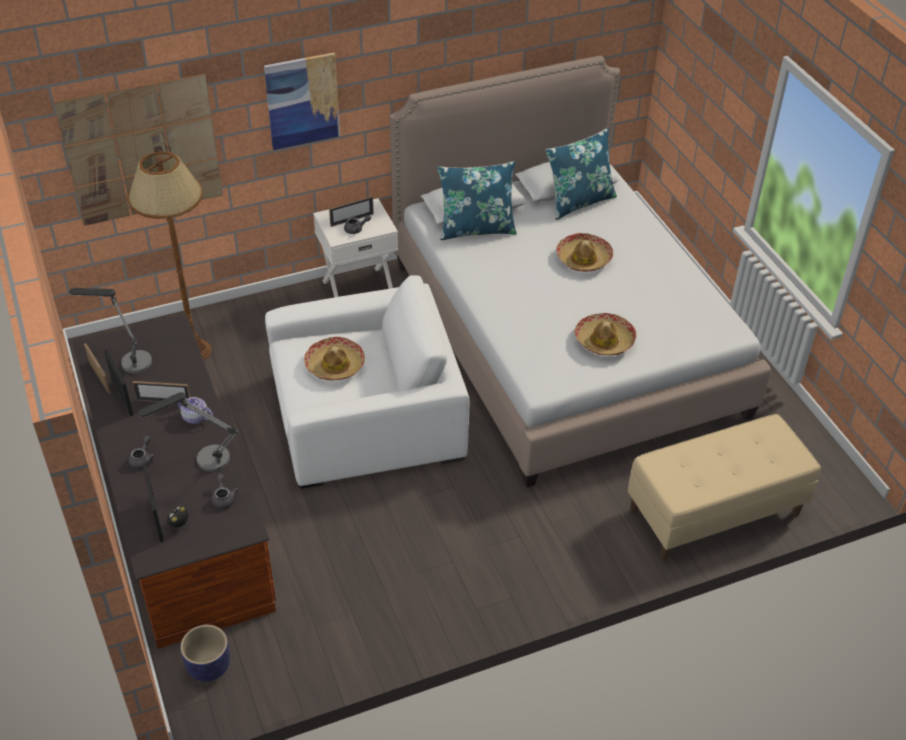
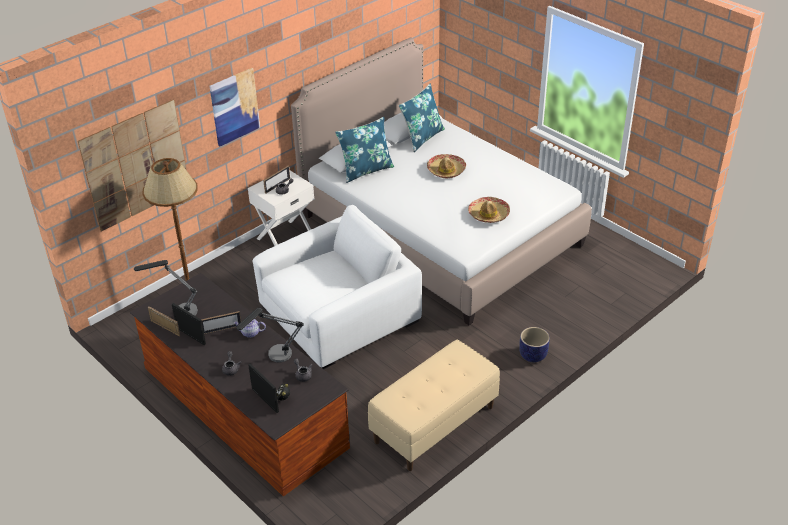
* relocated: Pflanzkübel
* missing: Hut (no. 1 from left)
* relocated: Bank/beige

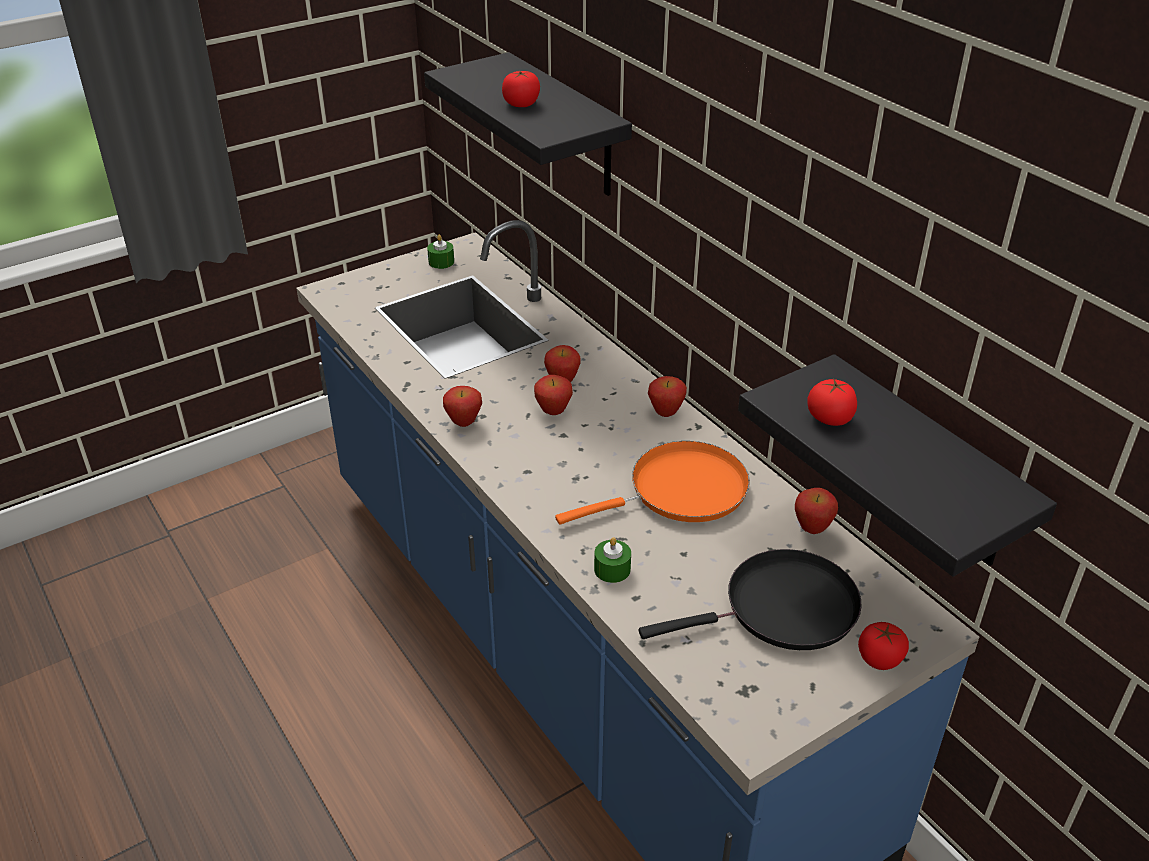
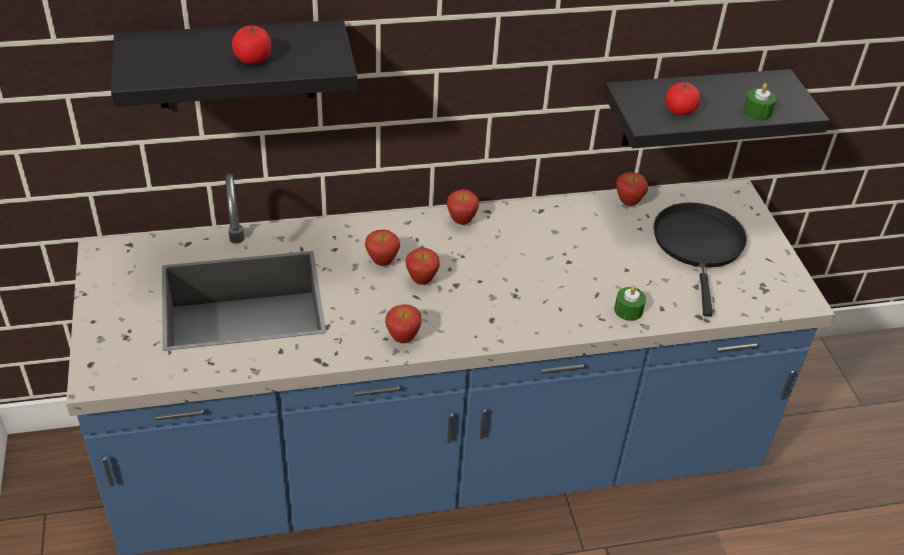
* relocated: Kerze/grün (no. 1 from left in the first image) to Kerze/grün (no. 2 from left)
* missing: Pfanne/orange
* missing: Tomate (no. 3 from left)

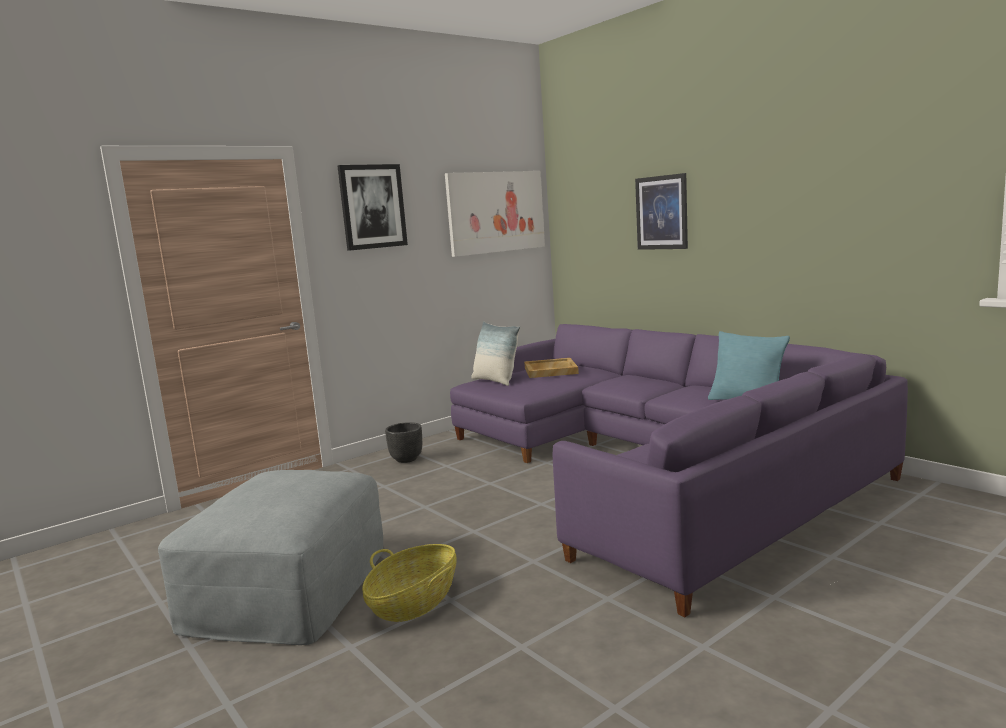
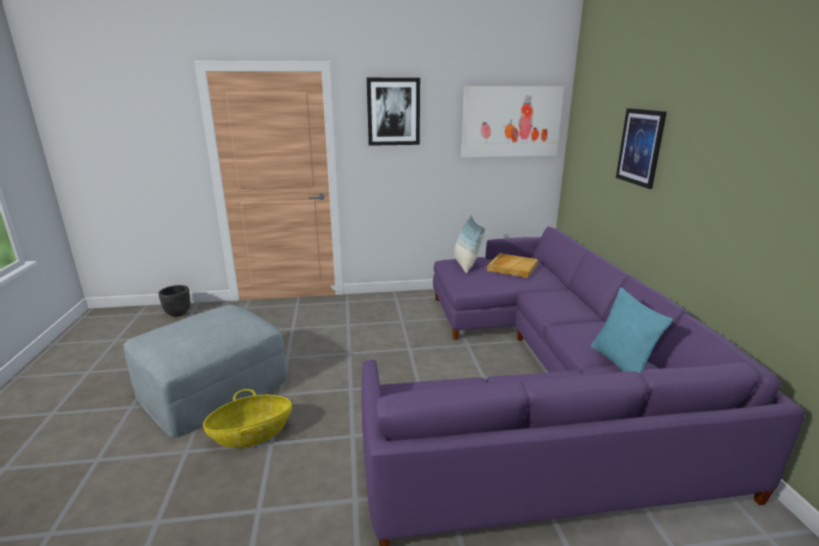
* relocated: Pflanzkübel/schwarz

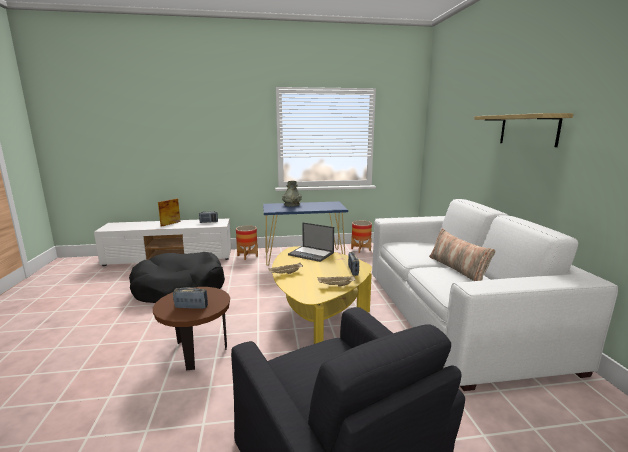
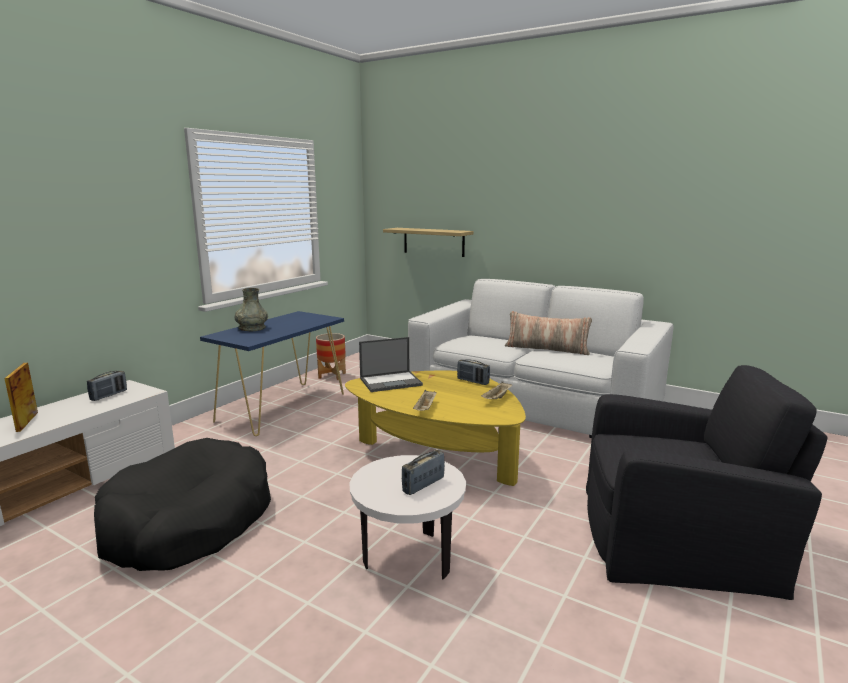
* colour: Beistelltisch/braun to Beistelltisch/weiß
* missing: Pflanzkübel (no. 1 from left)
* relocated: Wandregal

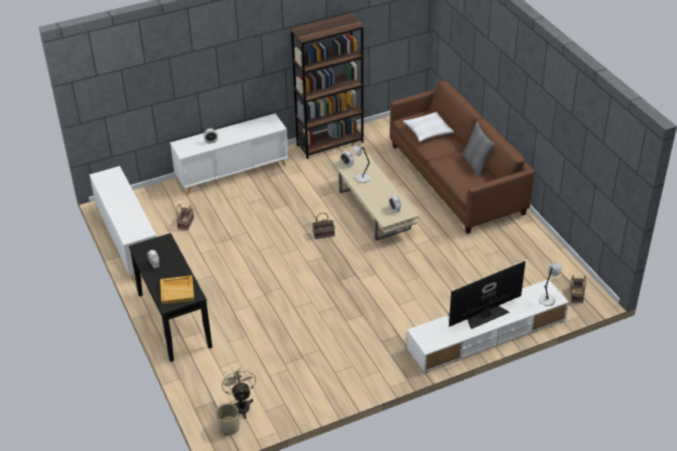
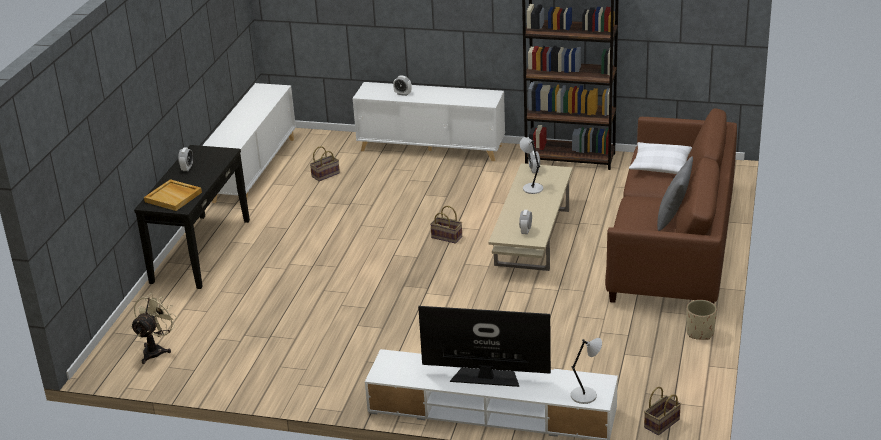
* relocated: Pflanzkübel/beige

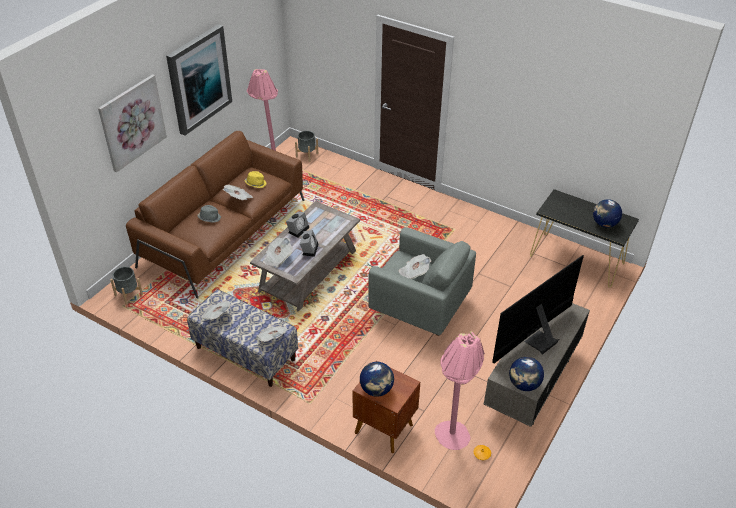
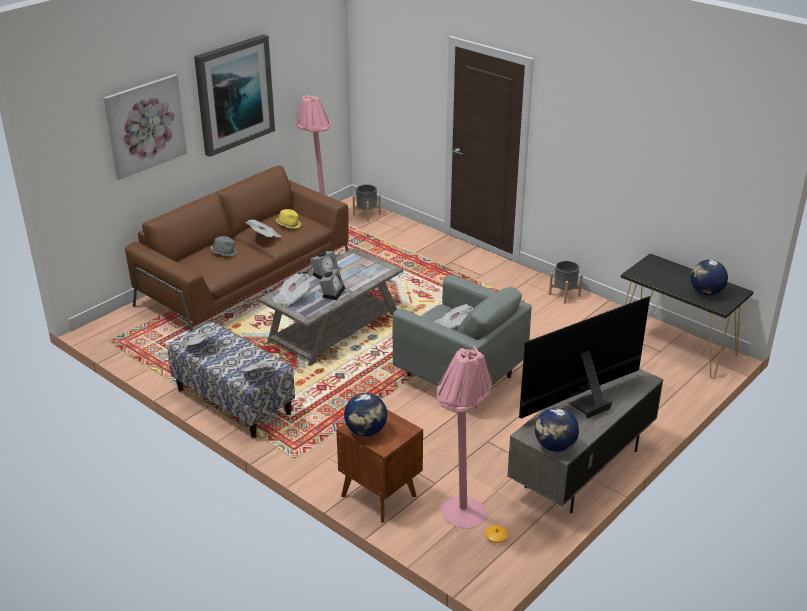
* relocated: Pflanzkübel/grau (no. 1 from left in the first image) to Pflanzkübel/grau (no. 2 from left)

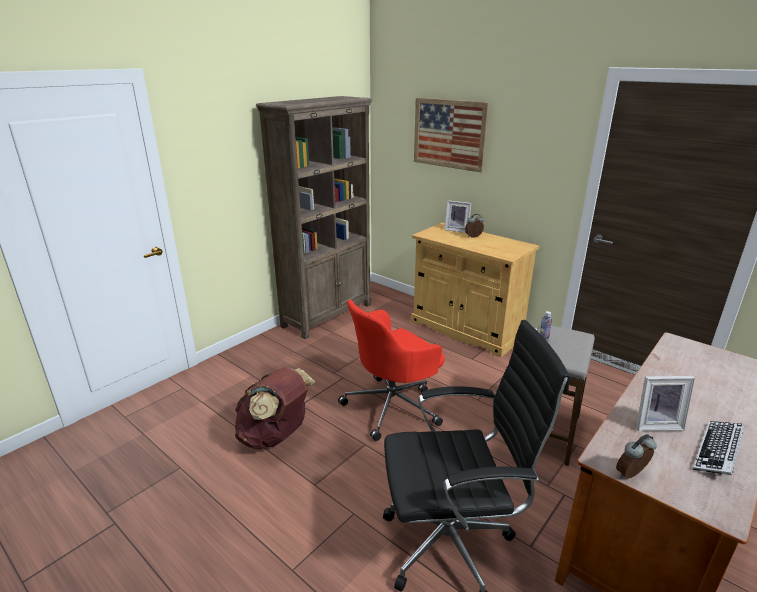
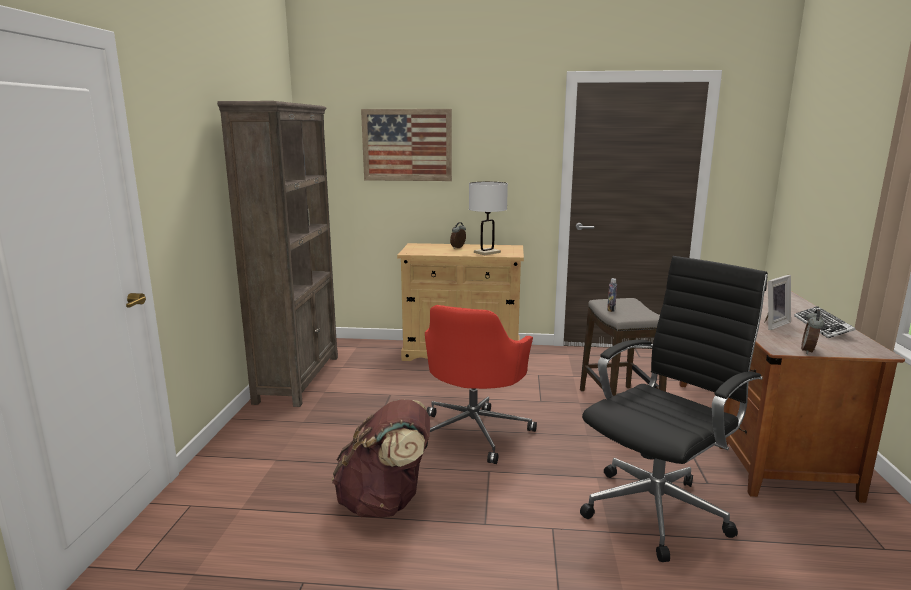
* missing: Bilderrahmen (no. 1 from left)
* appeared: Tischlampe/weiß

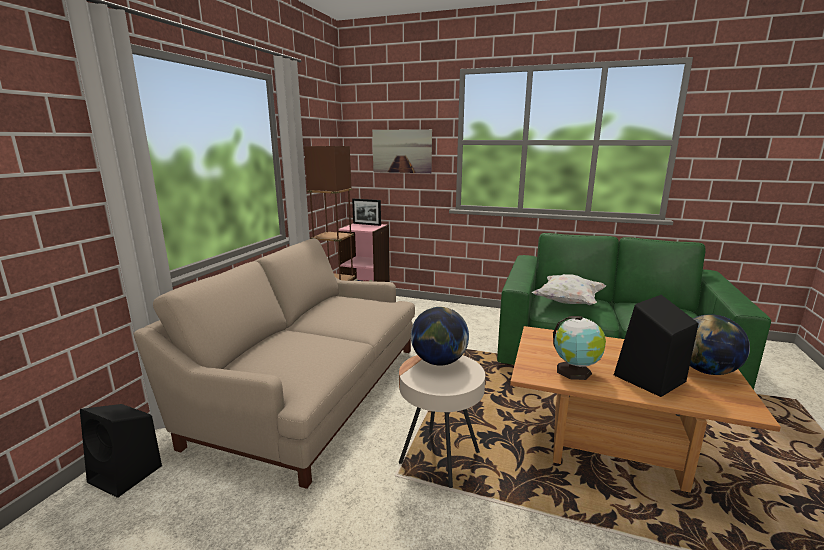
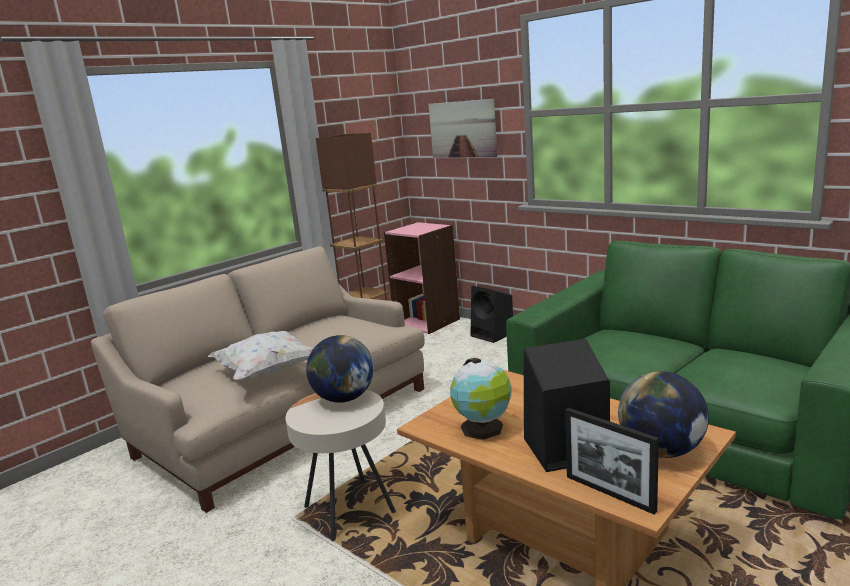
* relocated: Lautsprecher/schwarz (no. 1 from left)
* relocated: Bilderrahmen
* relocated: Kissen/weiß

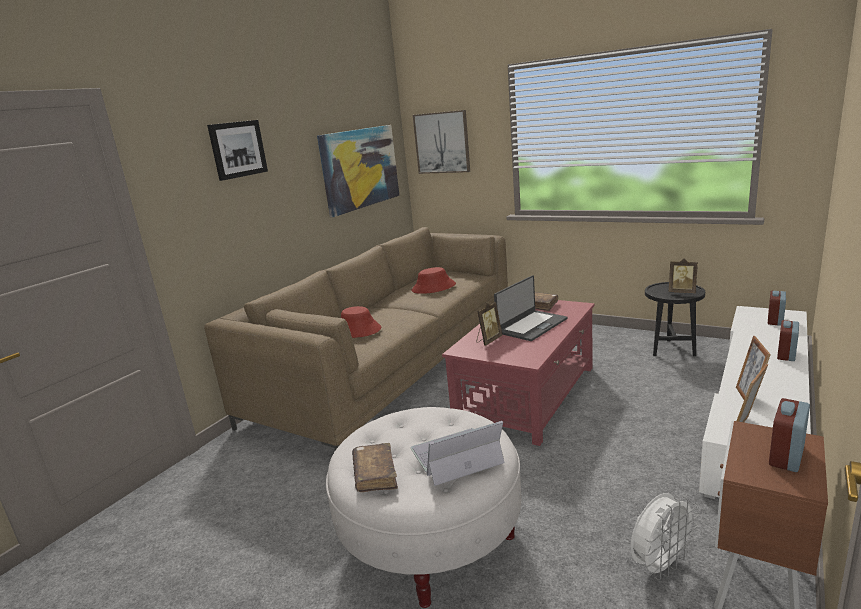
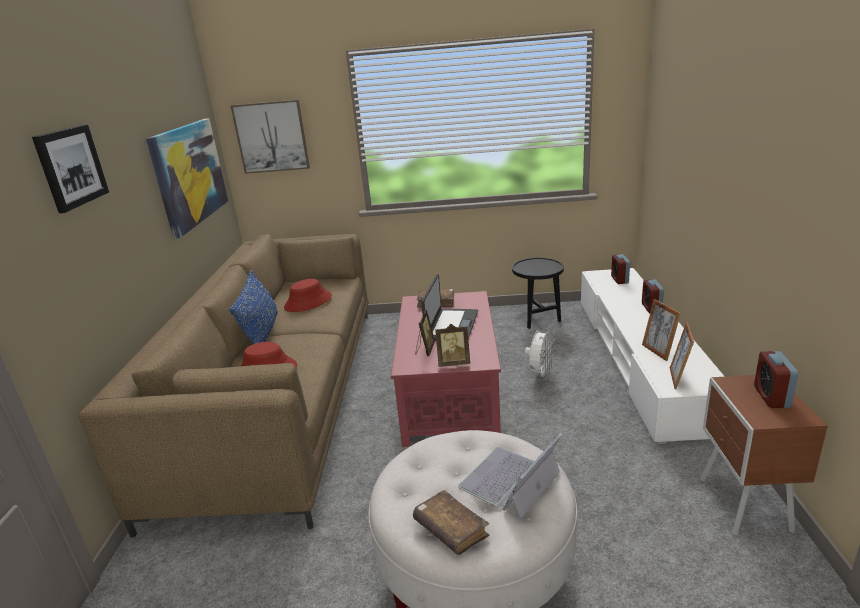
* relocated: Ventilator/weiß
* relocated: Bilderrahmen (no. 2 from left)
* appeared: Kissen/blau

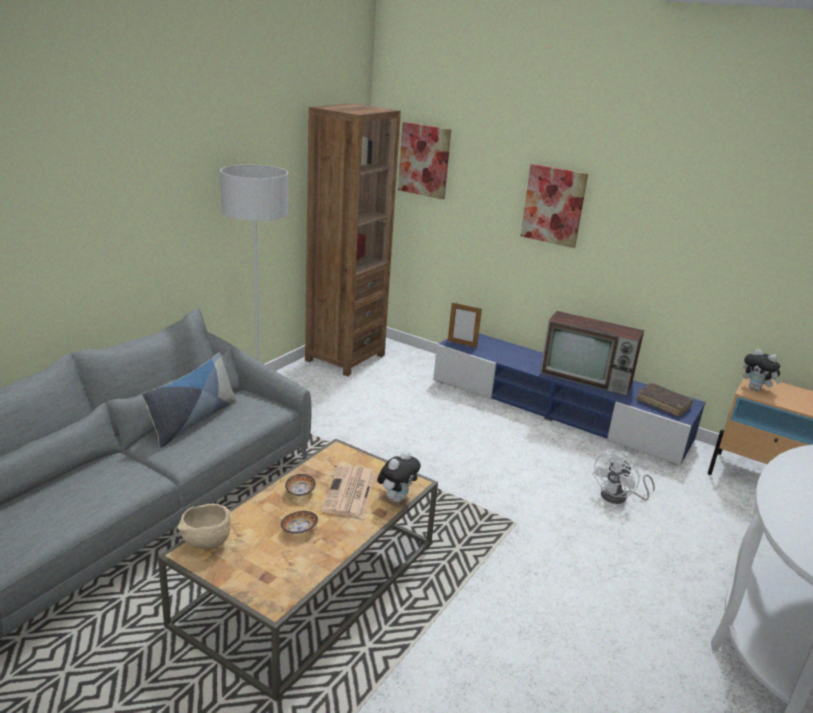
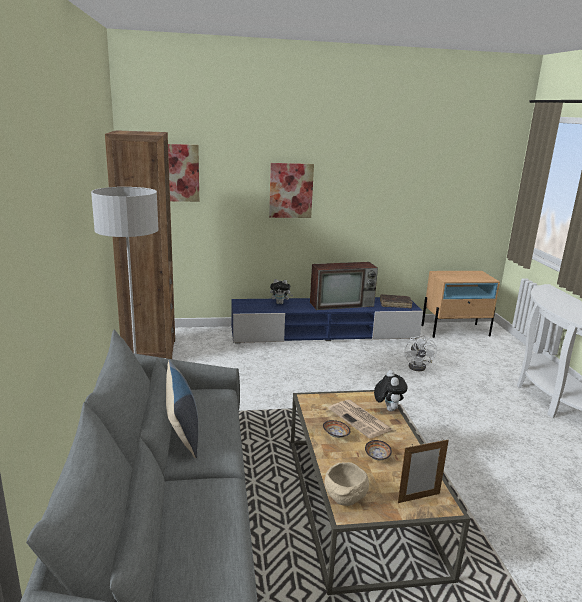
* relocated: Bilderrahmen
* relocated: Plüschtier (no. 2 from left in the first image) to Plüschtier (no. 1 from left)

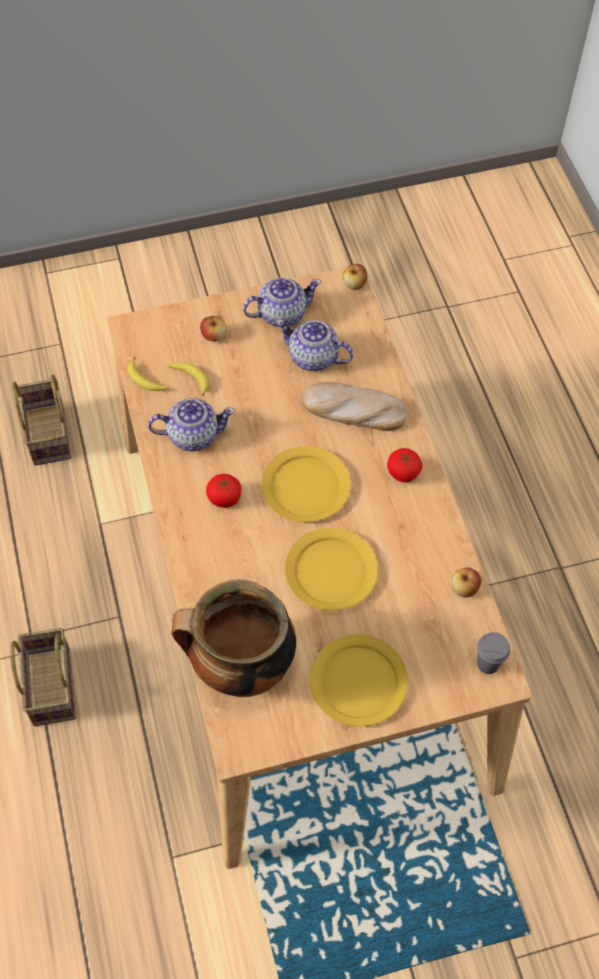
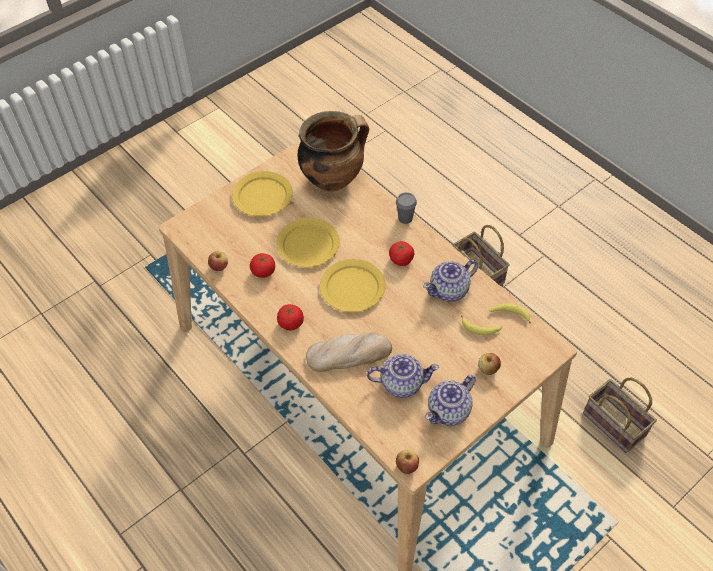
* relocated: Tasse/grau
* appeared: Tomate (no. 1 from left)

